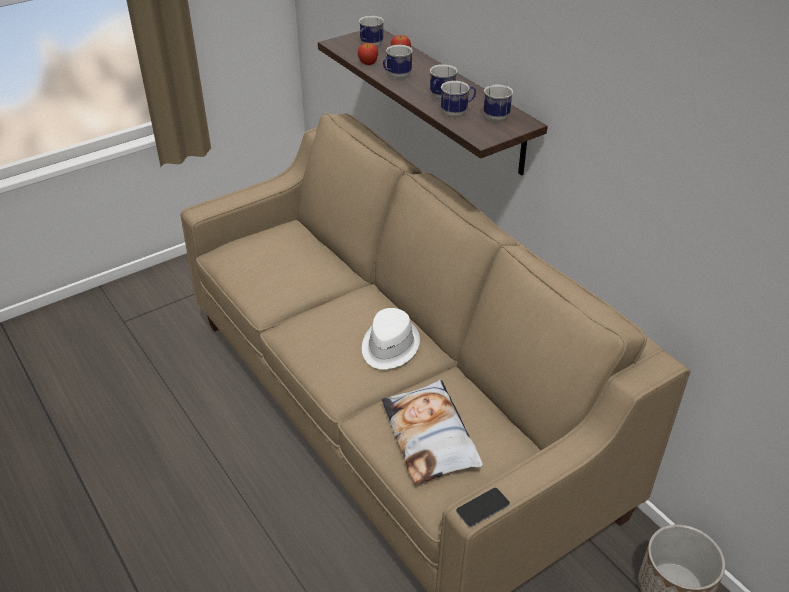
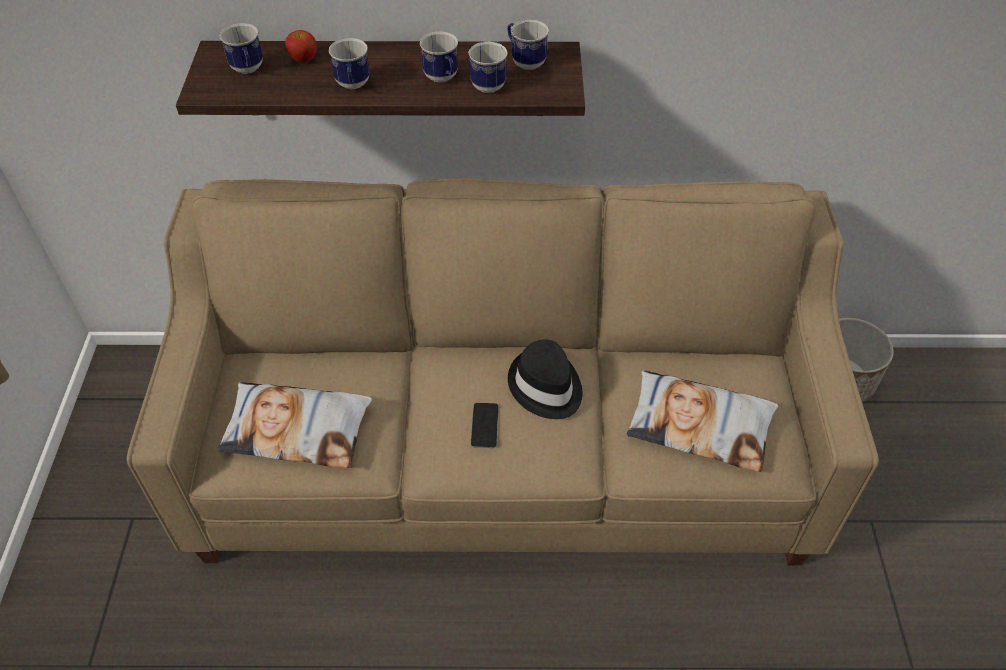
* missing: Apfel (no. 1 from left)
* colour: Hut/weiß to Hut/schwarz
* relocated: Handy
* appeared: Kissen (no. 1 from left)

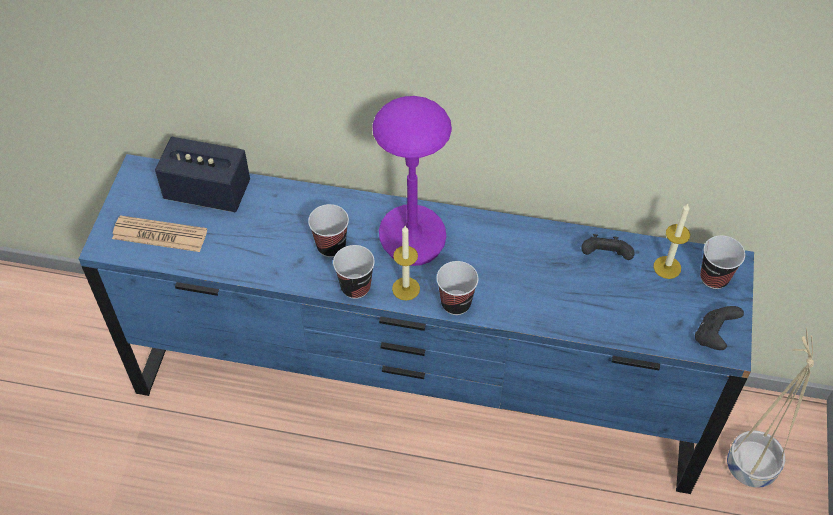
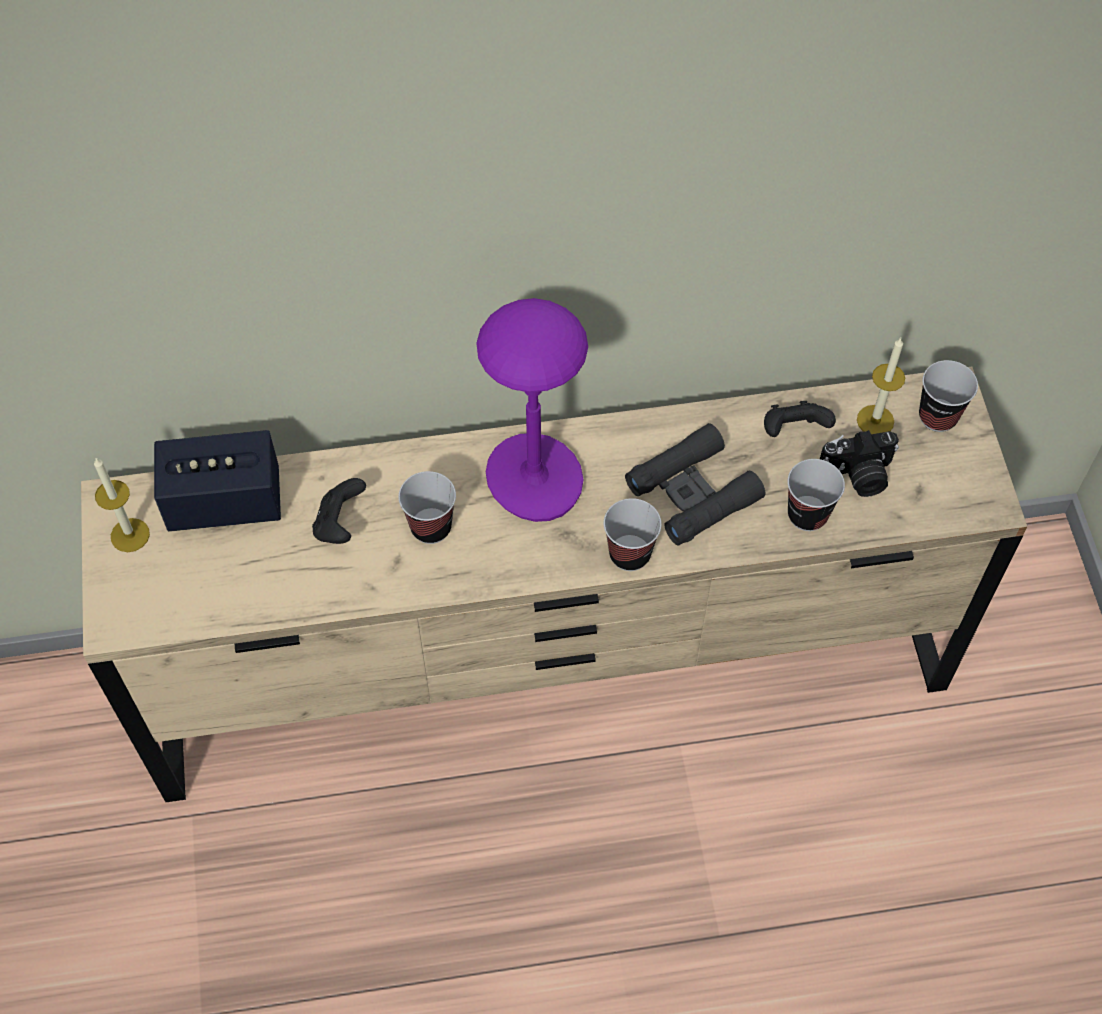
* colour: Kommode/blau to Kommode/beige
* missing: Zeitung
* relocated: Tasse (no. 2 from left in the first image) to Tasse (no. 3 from left)
* relocated: Kerze (no. 1 from left)
* relocated: Gamepad/schwarz (no. 2 from left in the first image) to Gamepad/schwarz (no. 1 from left)
* missing: Pflanzkübel/beige
* appeared: Fernglas/schwarz
* appeared: Kamera

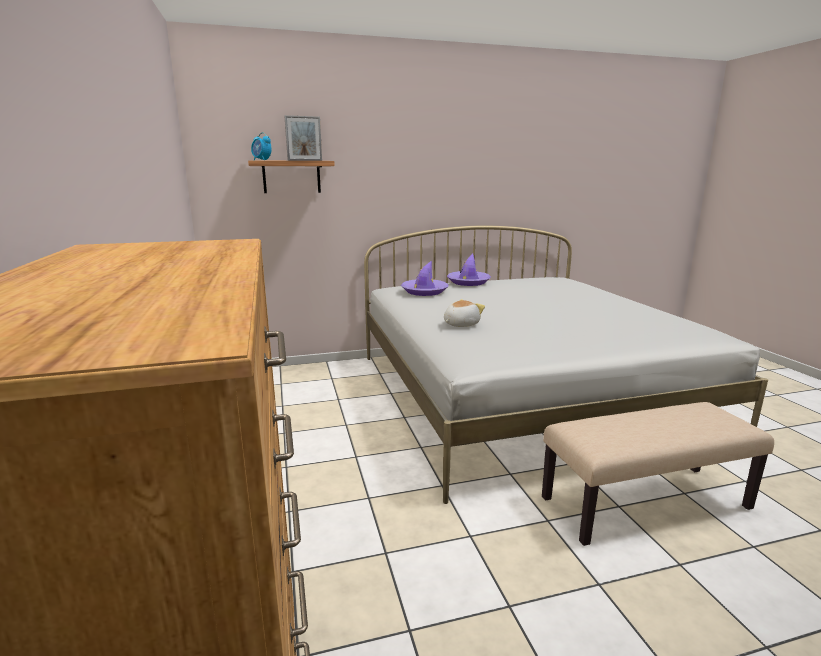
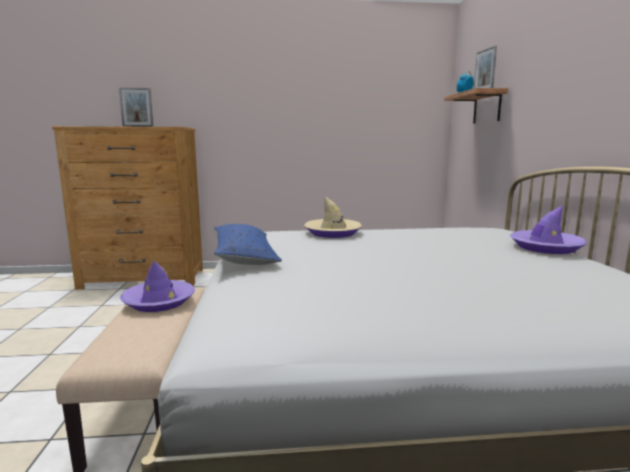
* relocated: Hut/lila (no. 1 from left)
* exchanged: Plüschtier to Hut/beige
* appeared: Bilderrahmen (no. 1 from left)
* appeared: Kissen/blau

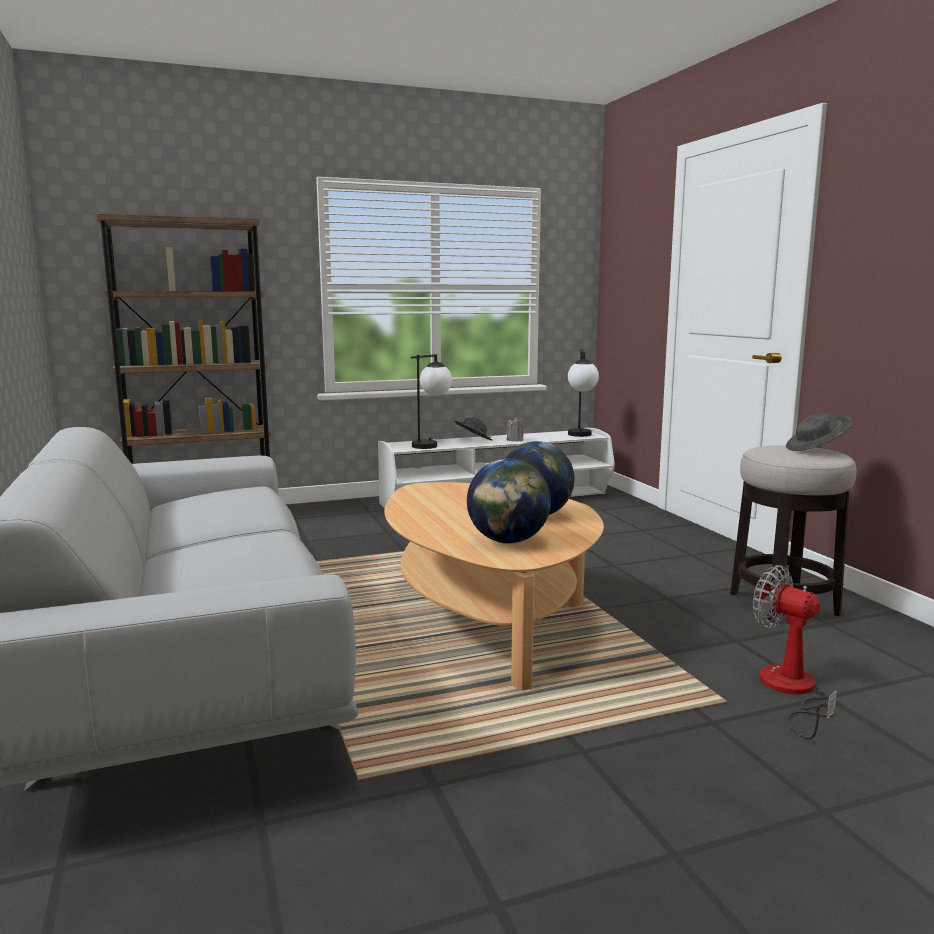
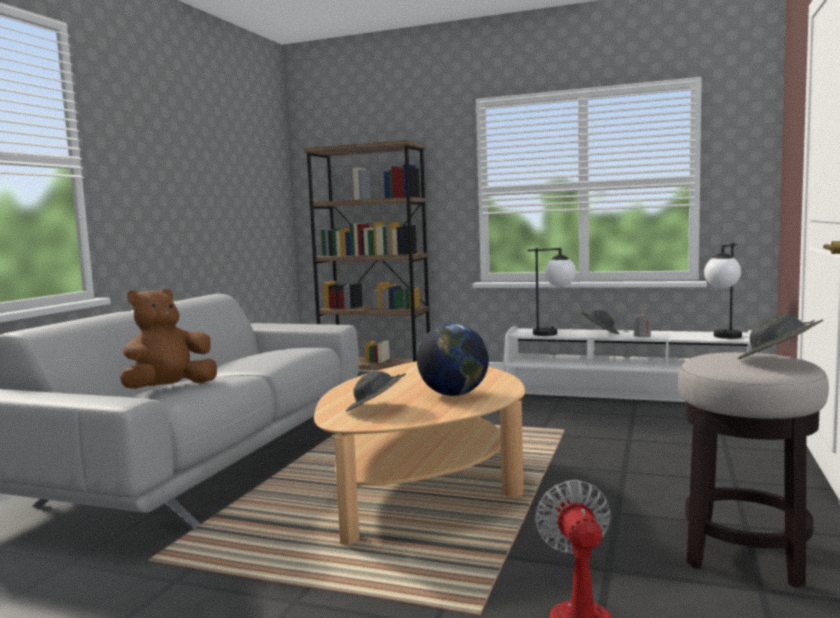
* exchanged: Globus (no. 1 from left) to Hut/grau (no. 1 from left)
* appeared: Plüschtier/braun

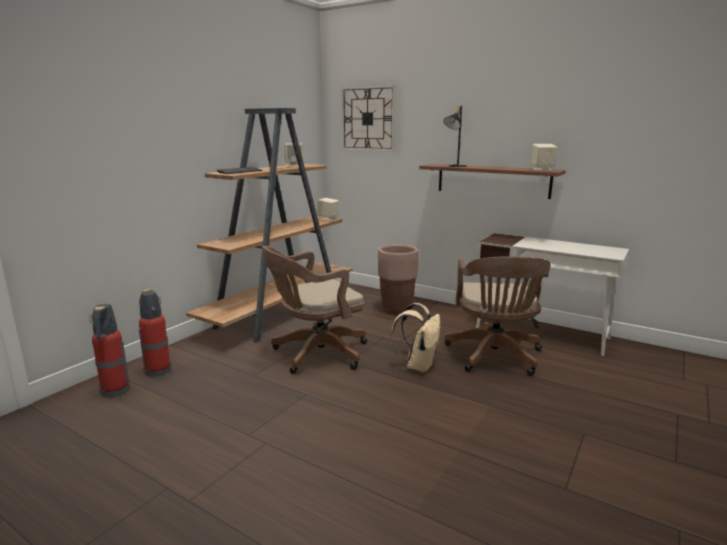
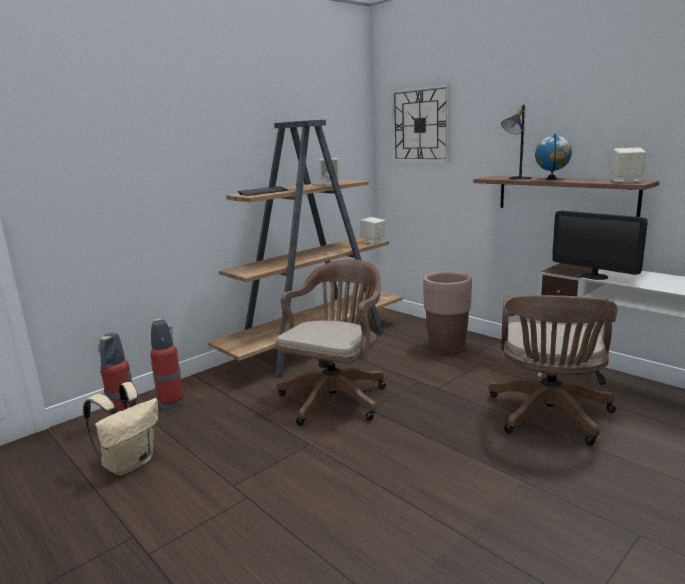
* spun: Bürostuhl/braun (no. 1 from left) 135 degrees clockwise
* relocated: Rucksack/beige
* appeared: Globus
* appeared: Monitor

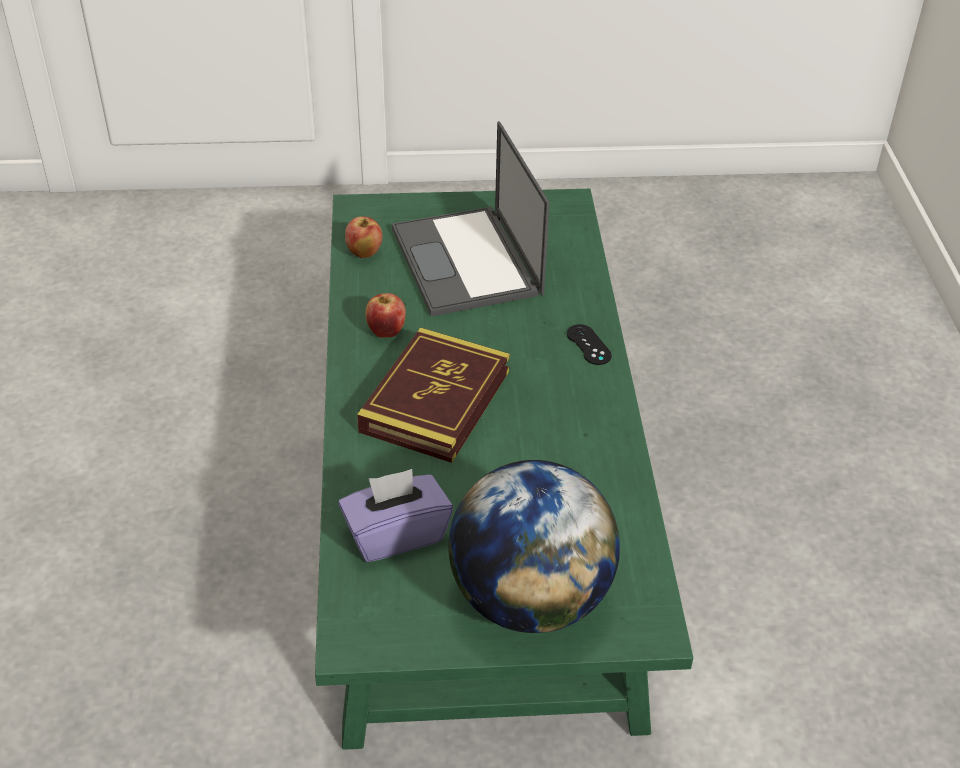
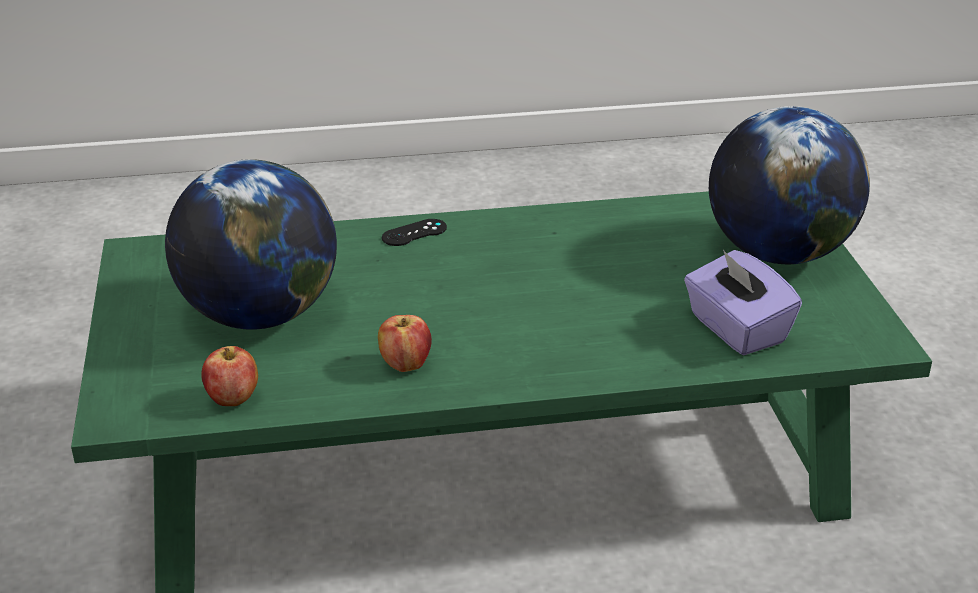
* missing: Buch
* exchanged: Laptop to Globus (no. 1 from left)

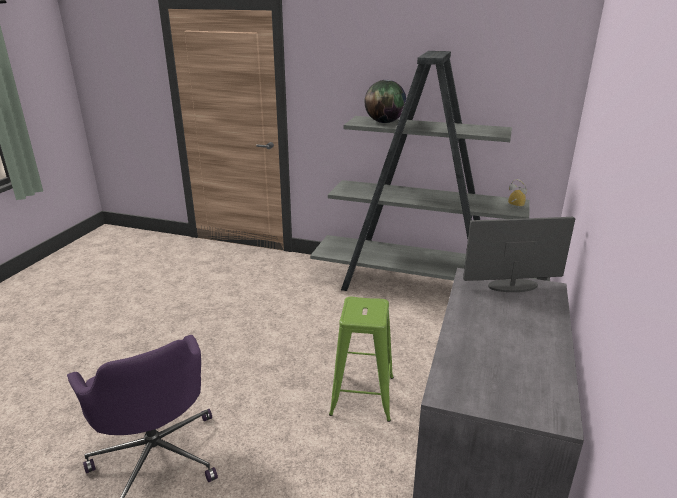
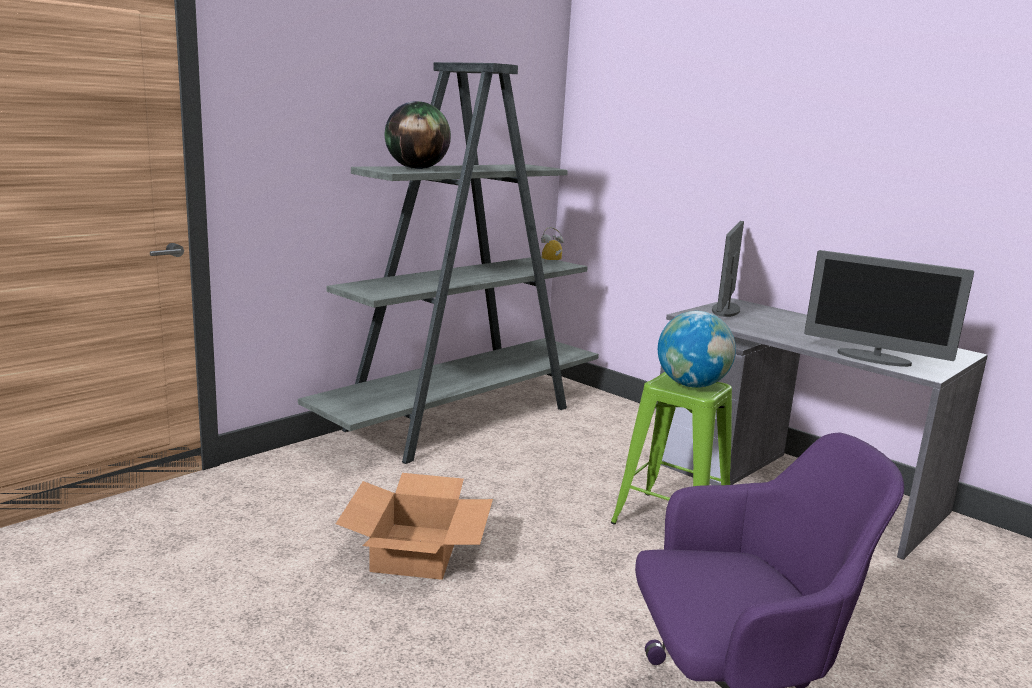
* appeared: Karton
* appeared: Globus (no. 2 from left)
* appeared: Monitor (no. 2 from left)

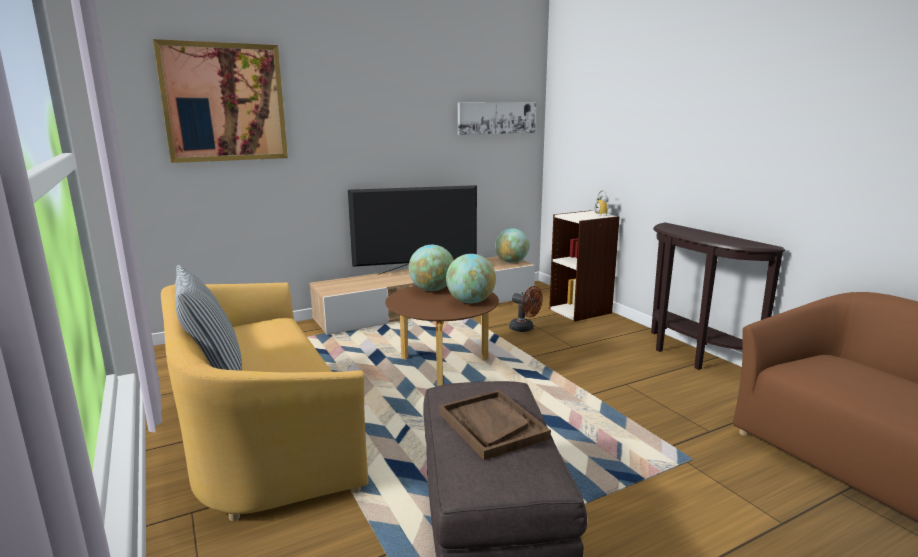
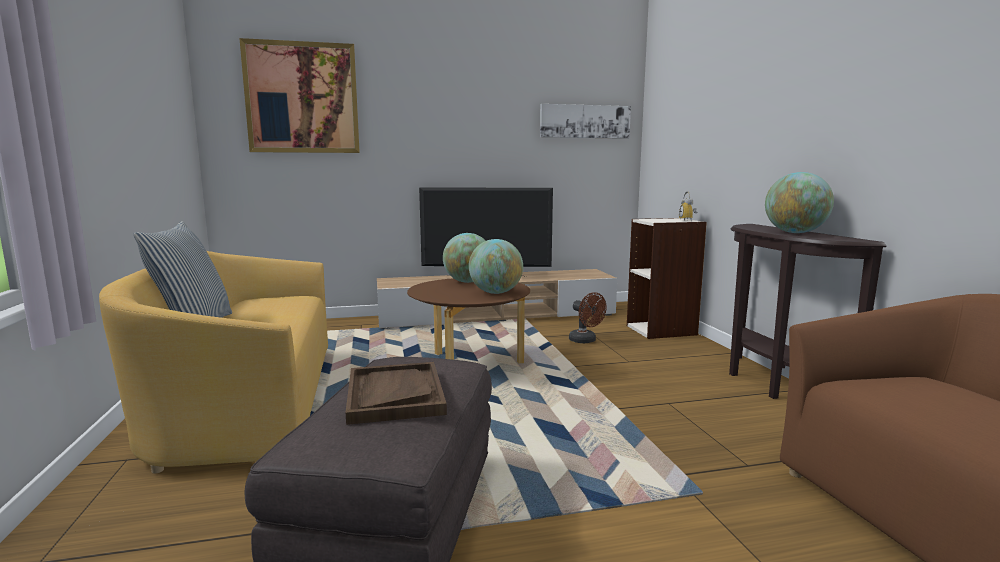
* relocated: Globus (no. 3 from left)

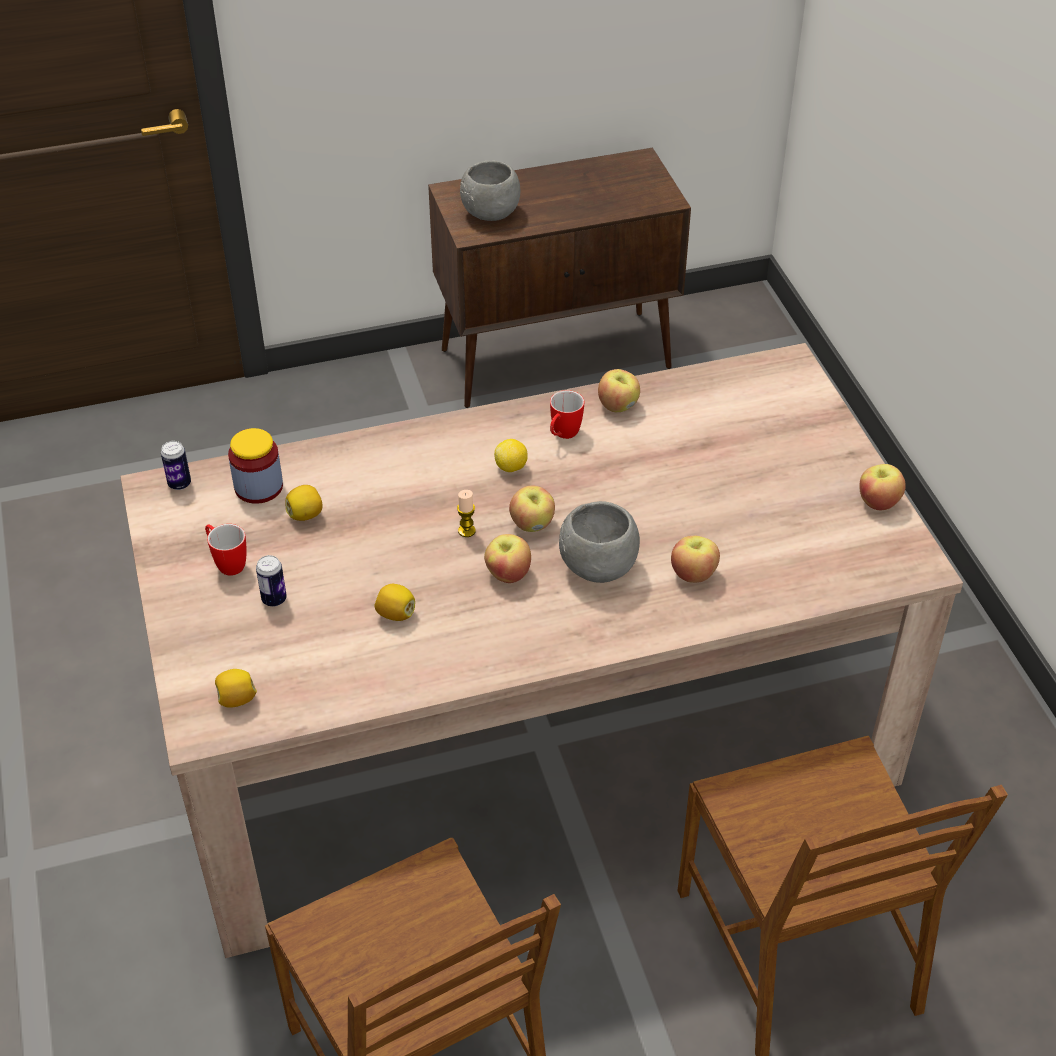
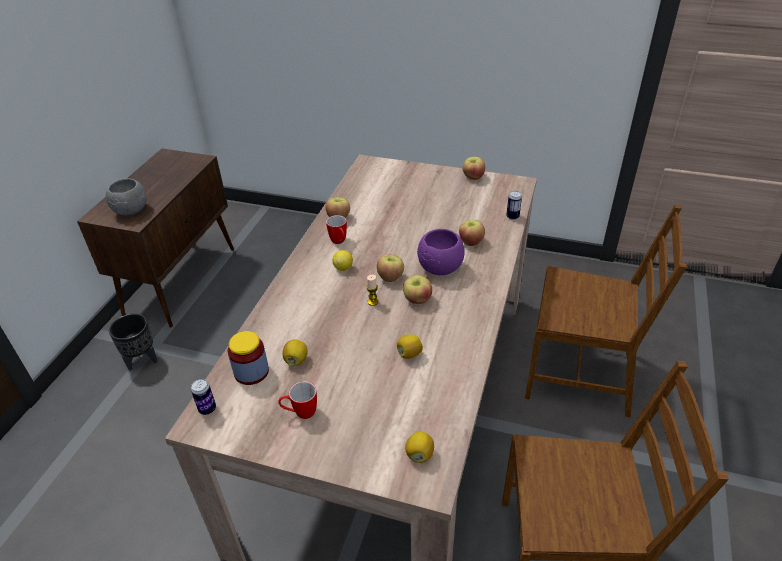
* relocated: Dose (no. 2 from left)
* colour: Schüssel/grau (no. 2 from left) to Schüssel/lila
* appeared: Pflanzkübel/schwarz

